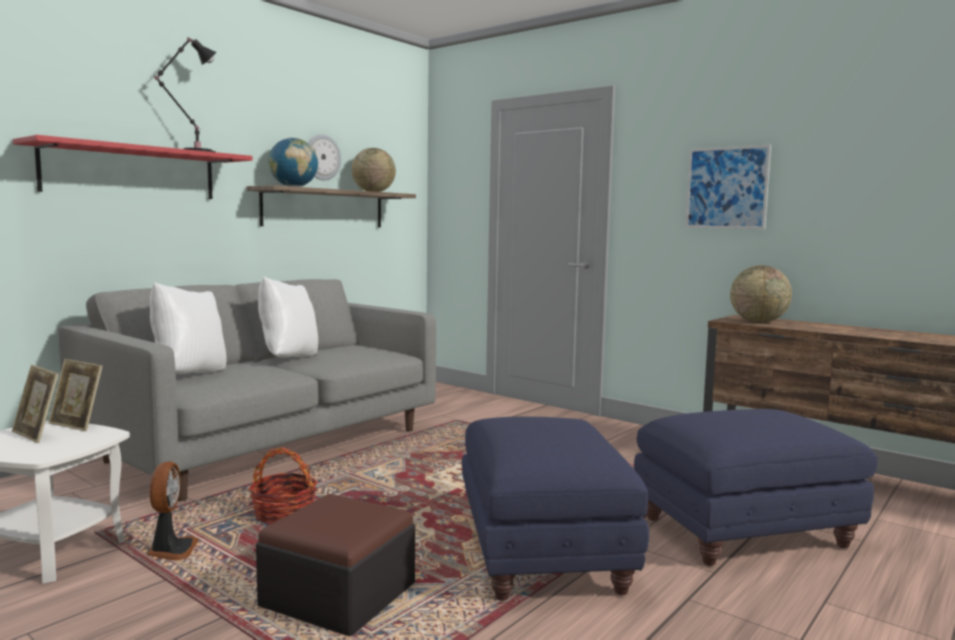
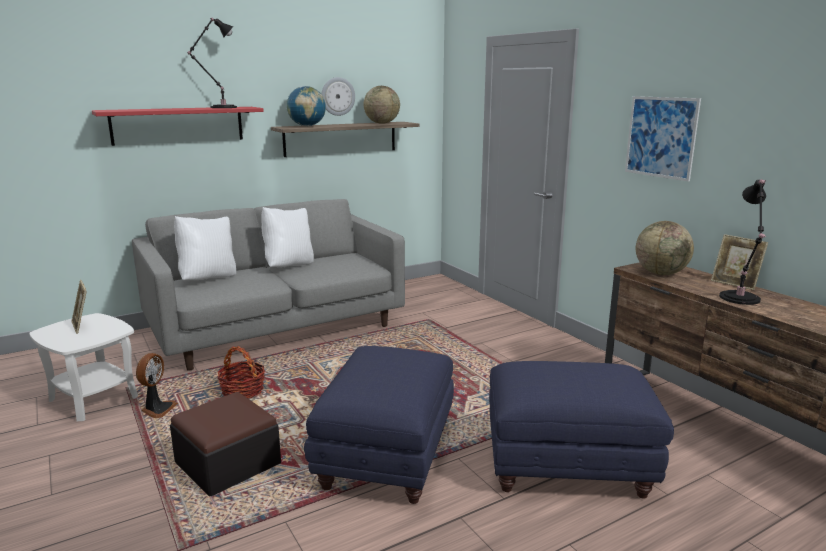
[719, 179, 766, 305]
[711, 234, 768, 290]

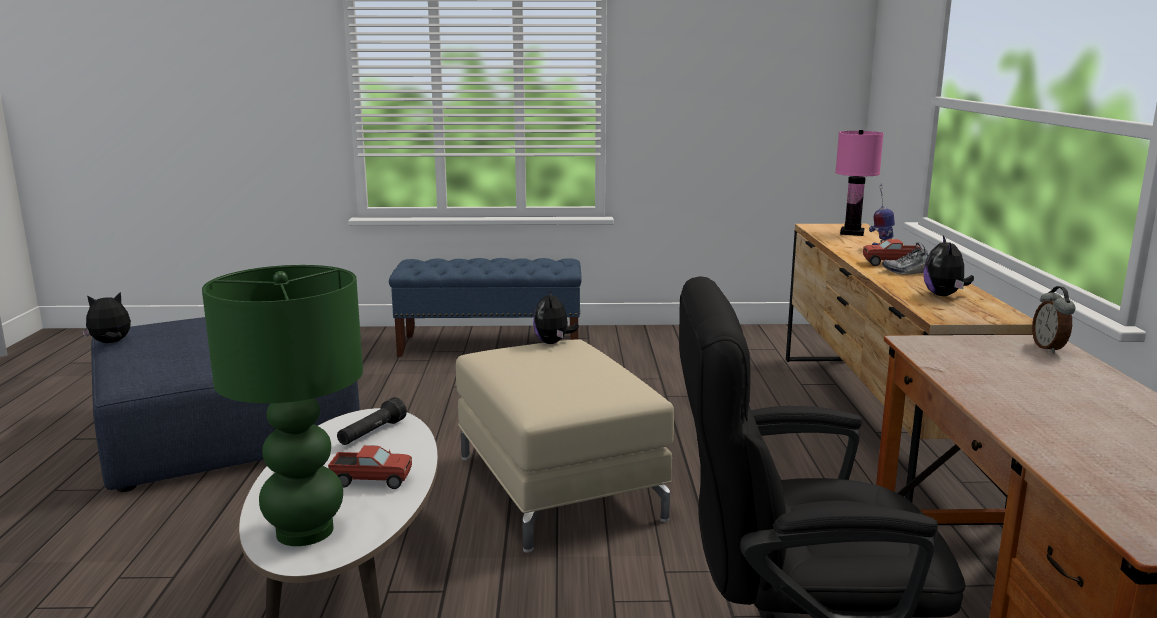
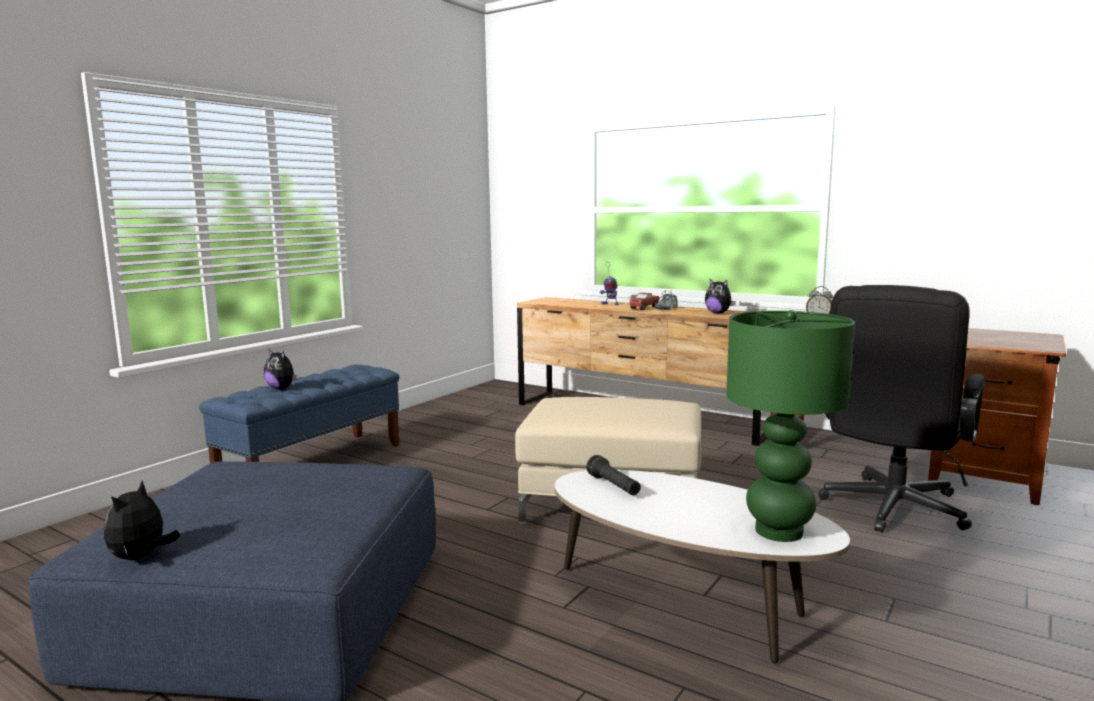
[328, 445, 412, 489] (first image)
[835, 130, 884, 236] (first image)
[264, 349, 299, 389]

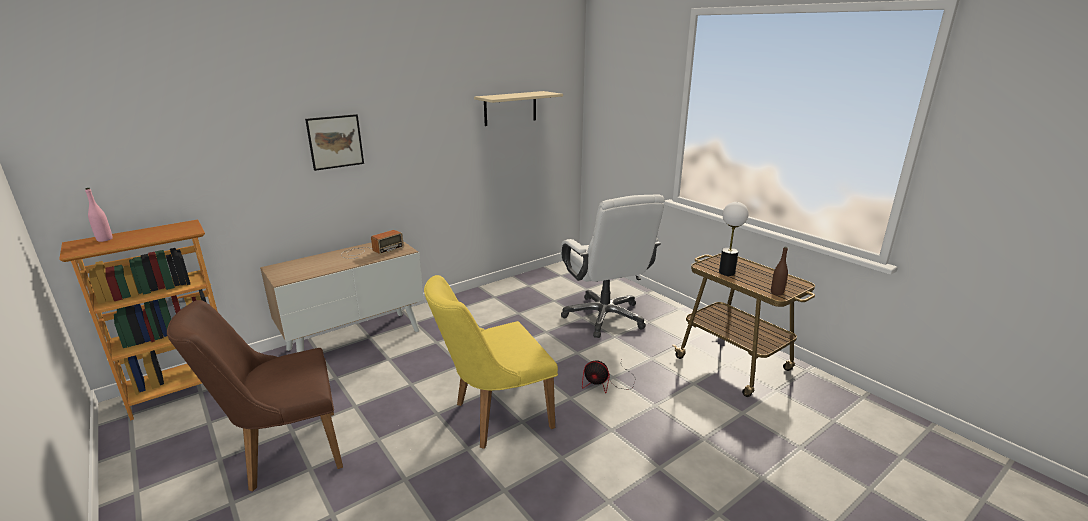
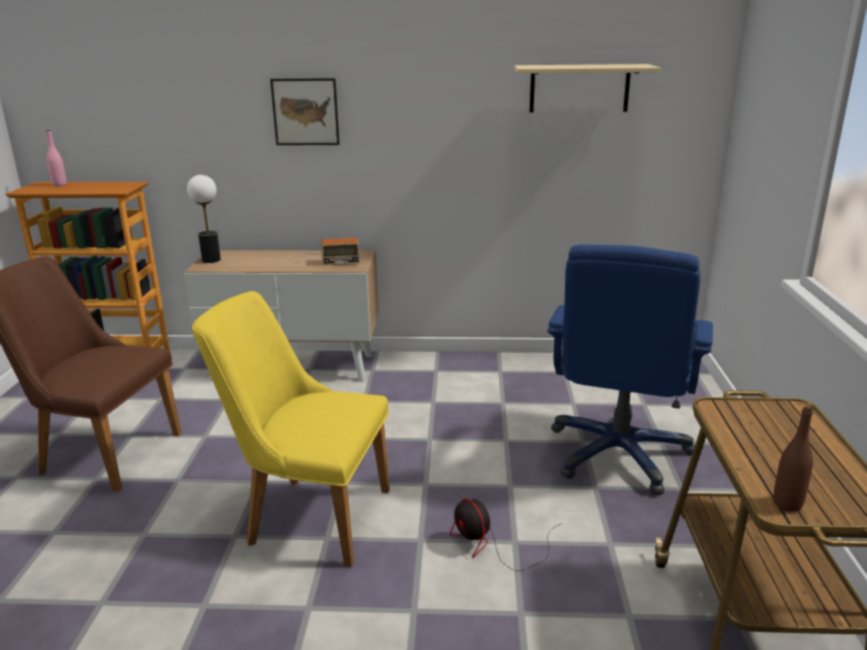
[187, 175, 221, 263]
[547, 244, 713, 495]

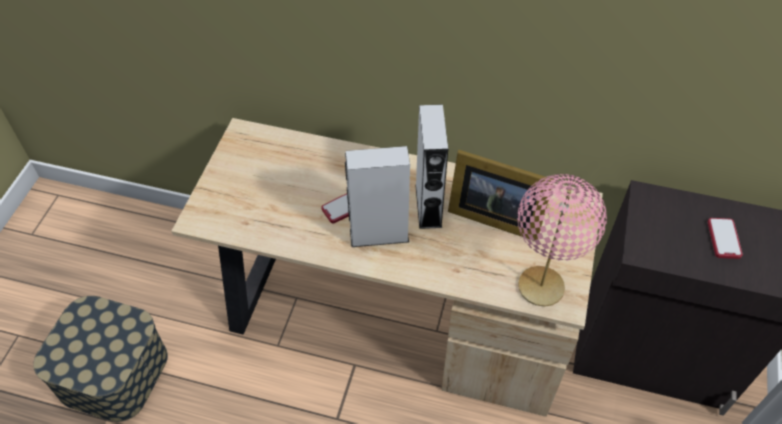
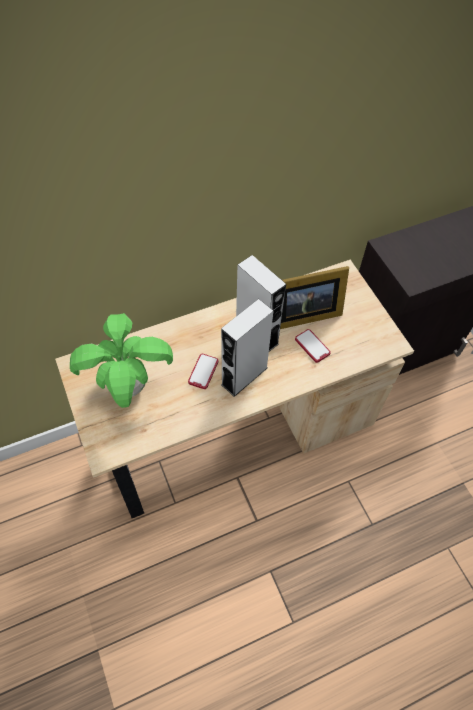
[33, 296, 168, 422] (first image)
[517, 174, 607, 307] (first image)
[70, 313, 173, 408]
[295, 329, 331, 363]

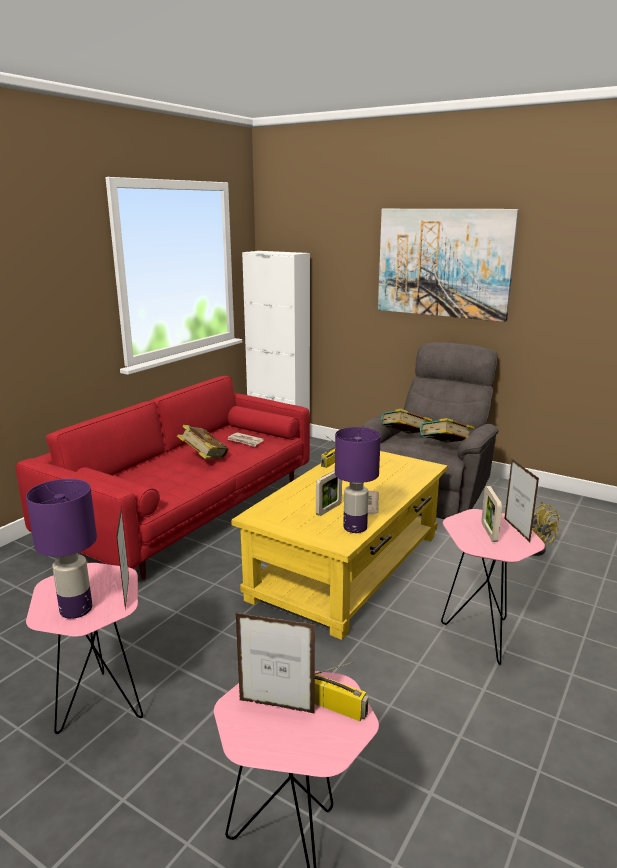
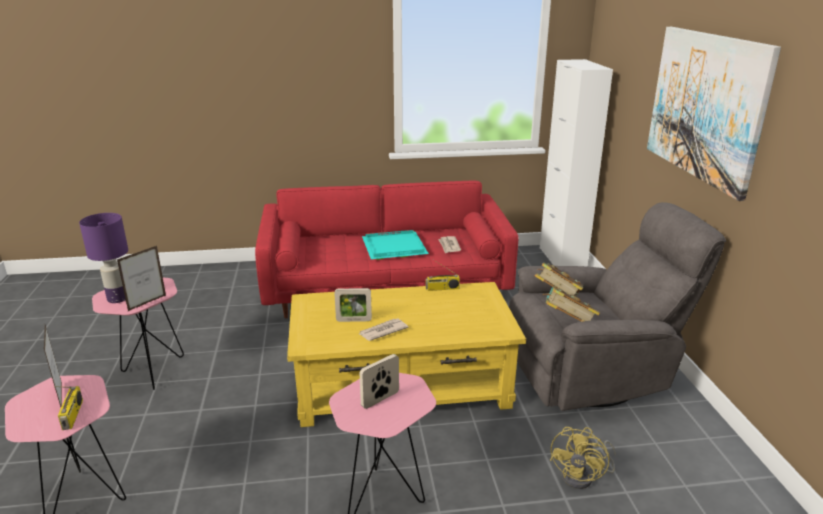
[335, 427, 381, 533] (first image)
[504, 459, 539, 542] (first image)
[362, 230, 429, 260]

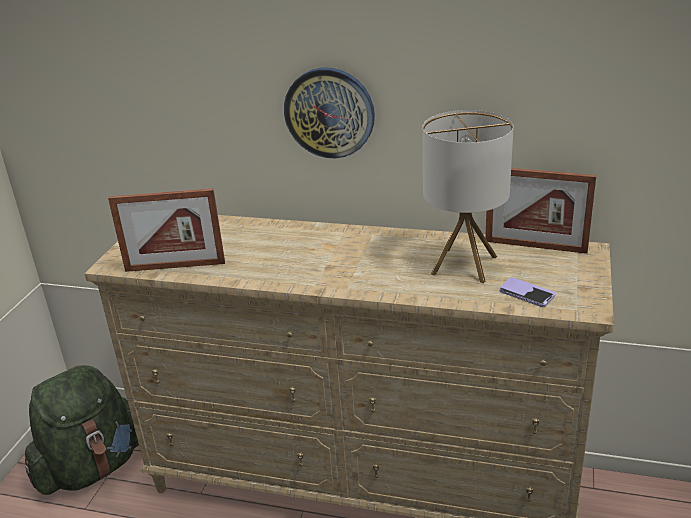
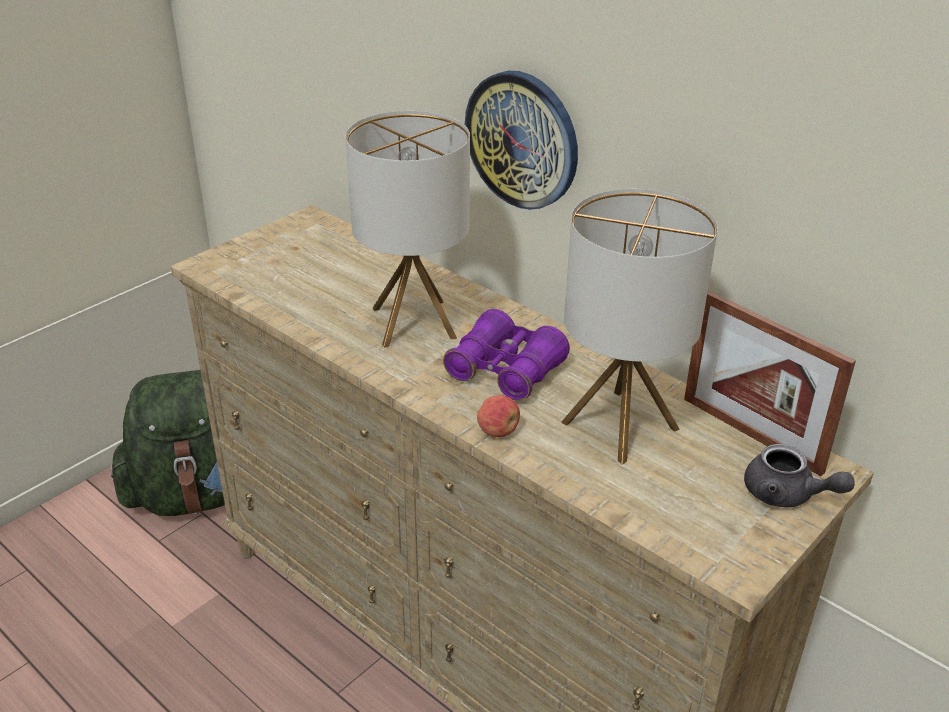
[108, 188, 225, 272] (first image)
[499, 278, 555, 307] (first image)
[346, 111, 470, 348]
[443, 309, 570, 401]
[477, 395, 520, 437]
[744, 444, 855, 508]

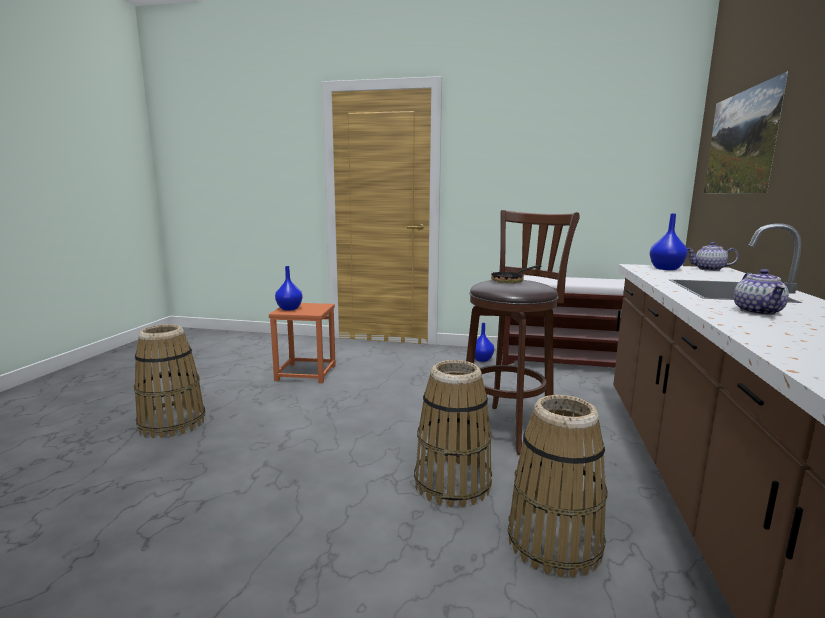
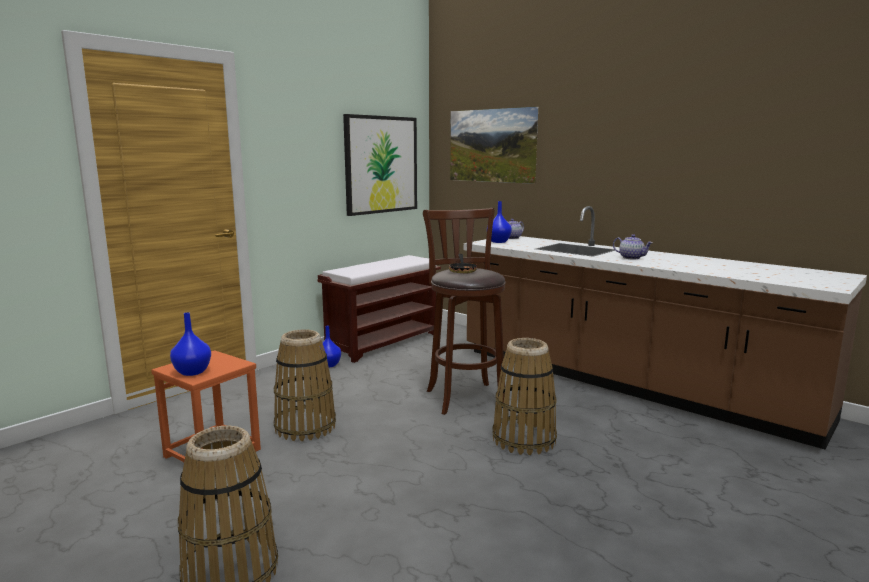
[343, 114, 417, 216]
[274, 329, 336, 441]

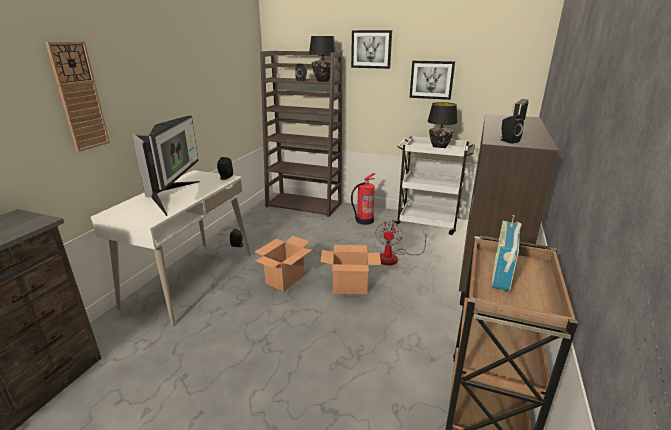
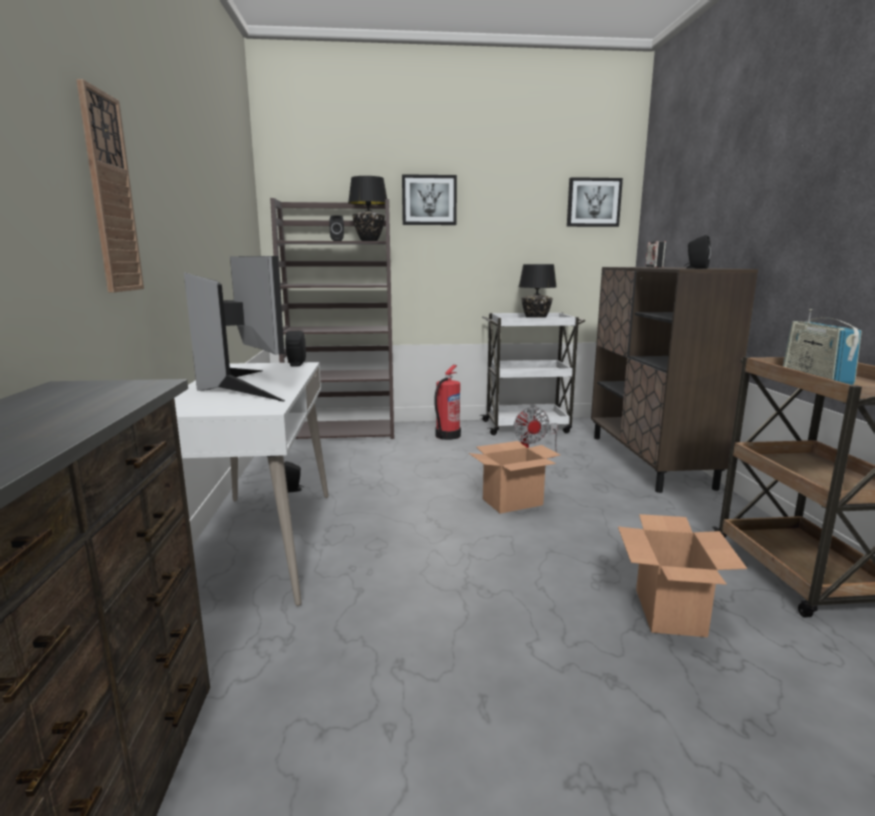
[618, 514, 747, 637]
[567, 177, 623, 227]

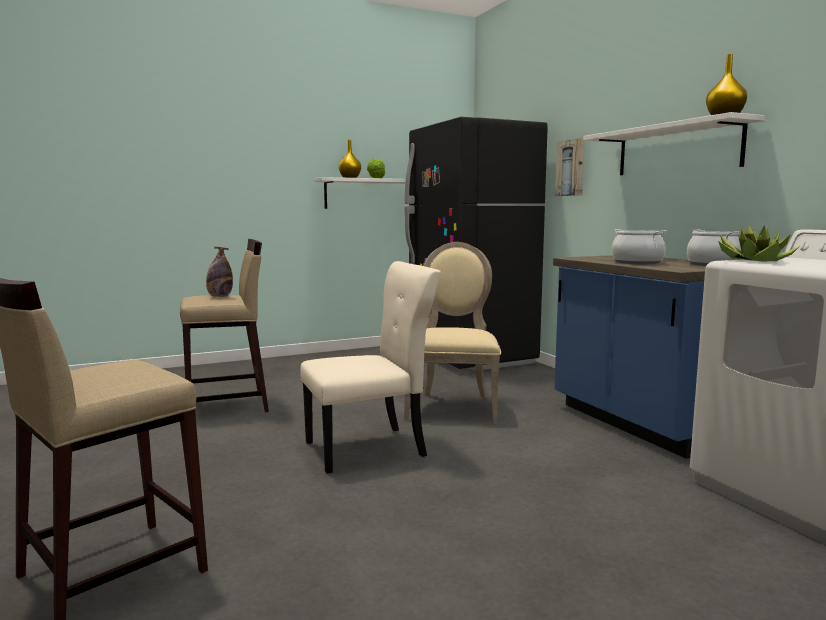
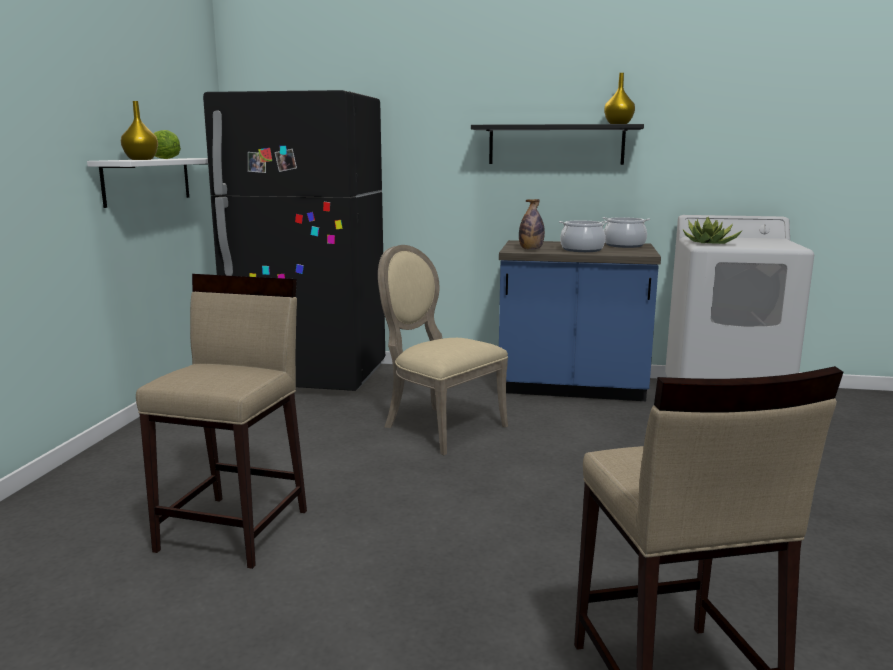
[300, 261, 441, 473] (first image)
[555, 138, 585, 196] (first image)
[519, 199, 545, 250]
[471, 124, 644, 165]

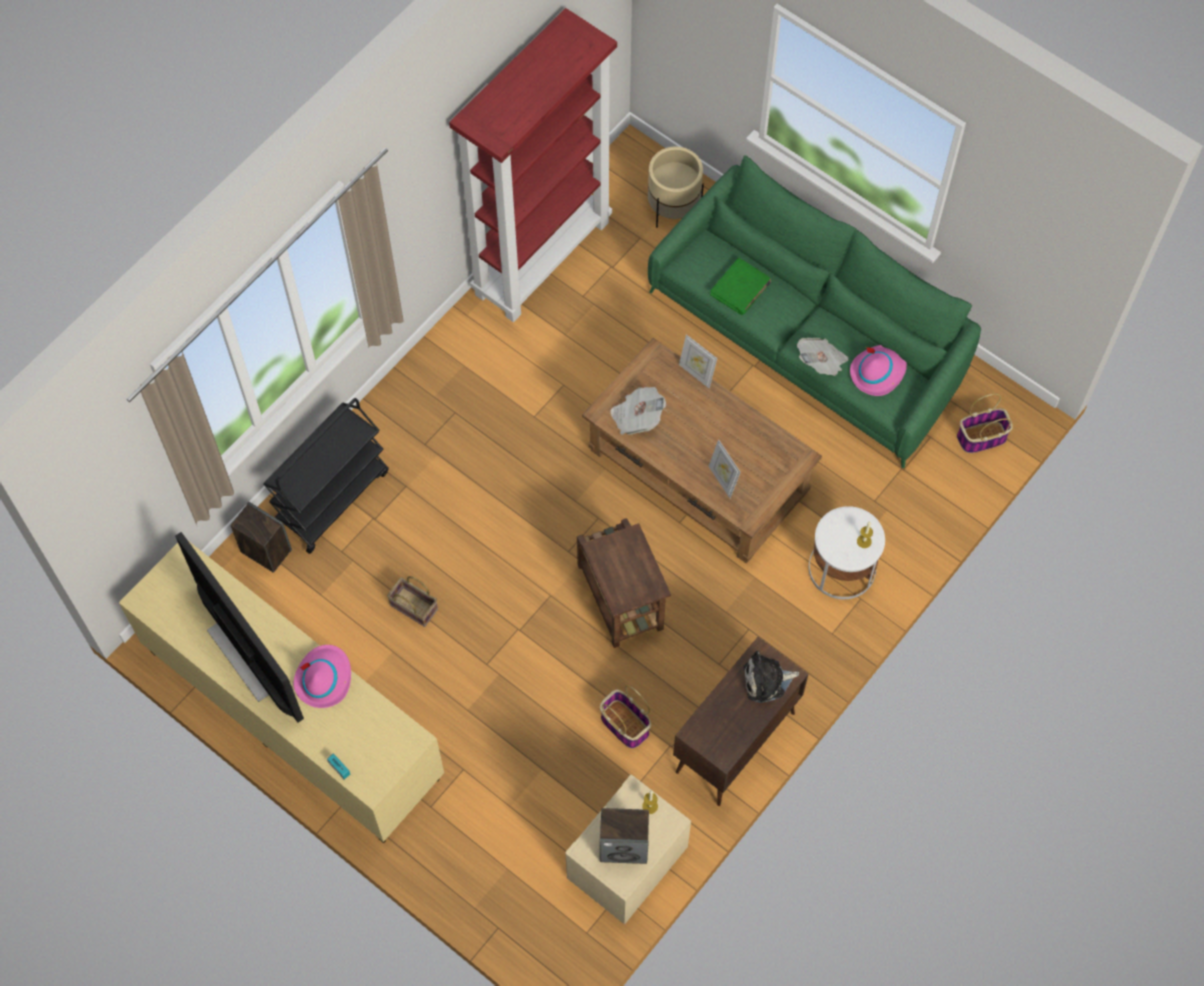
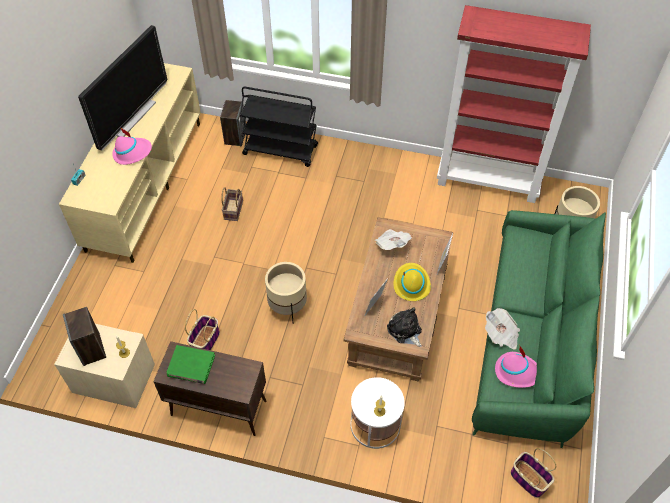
[394, 263, 431, 301]
[167, 345, 215, 384]
[387, 307, 422, 347]
[265, 262, 307, 324]

